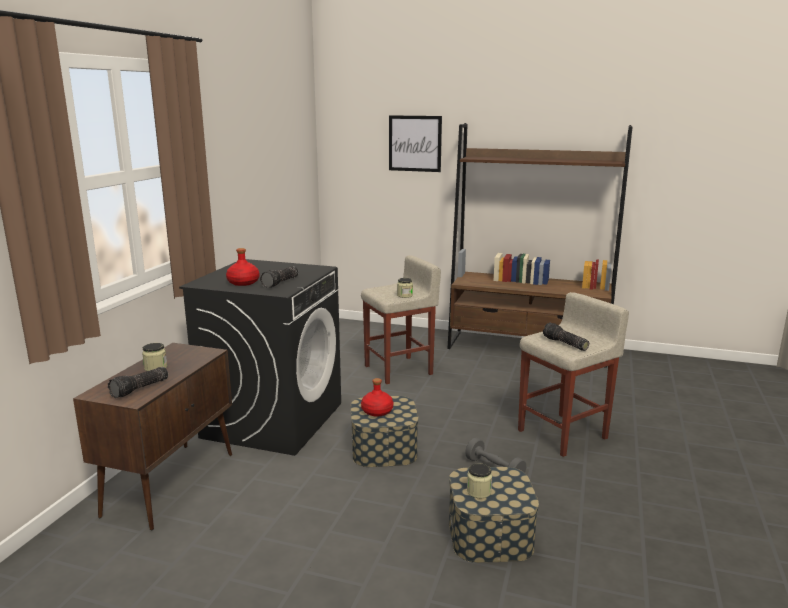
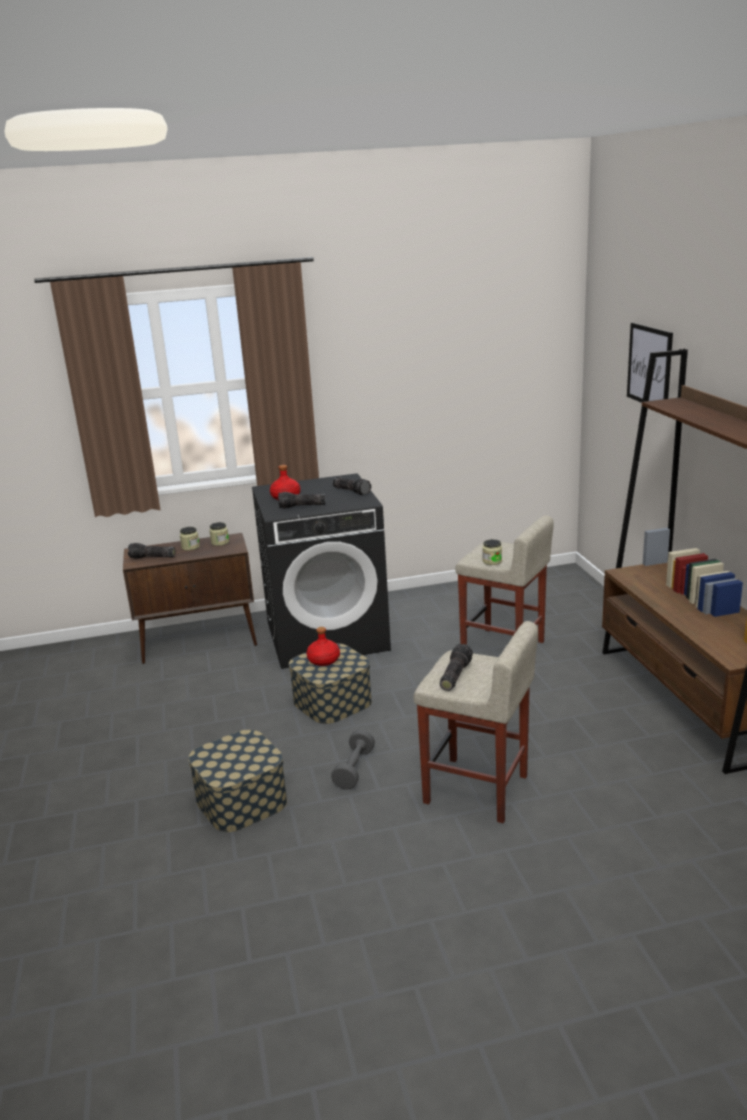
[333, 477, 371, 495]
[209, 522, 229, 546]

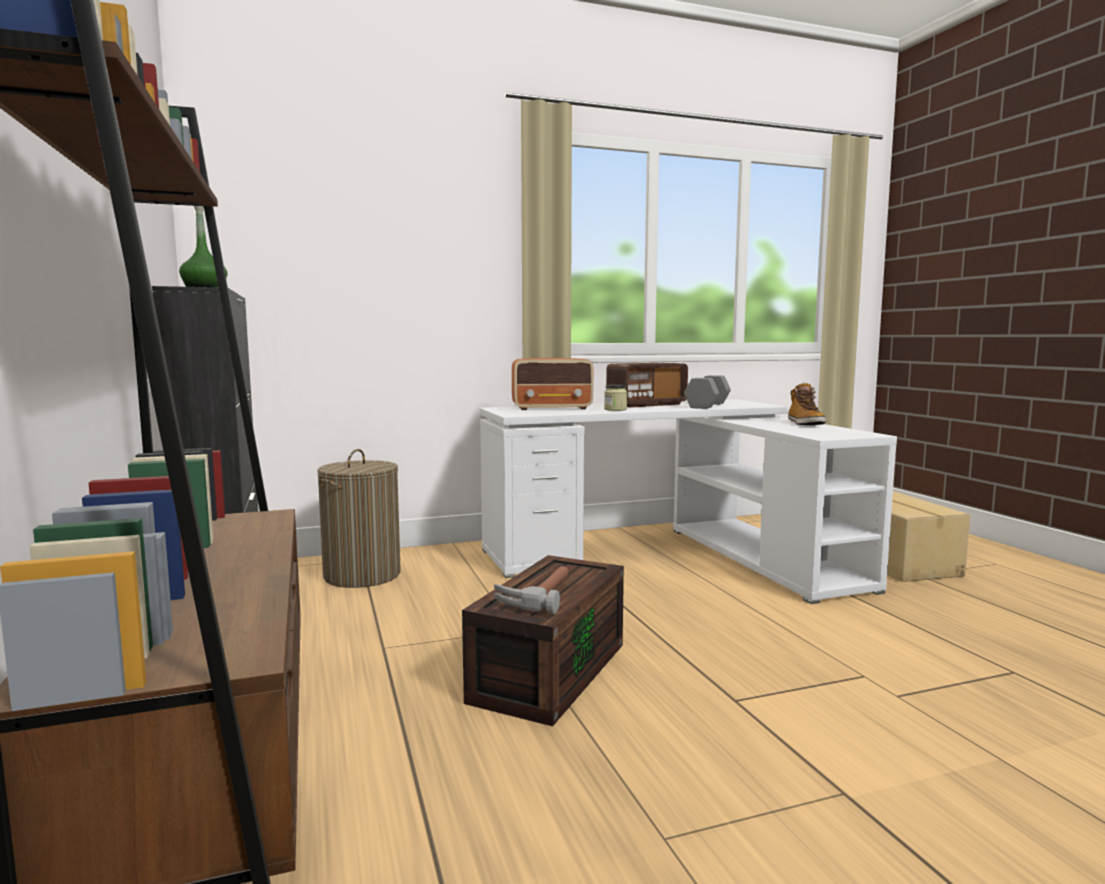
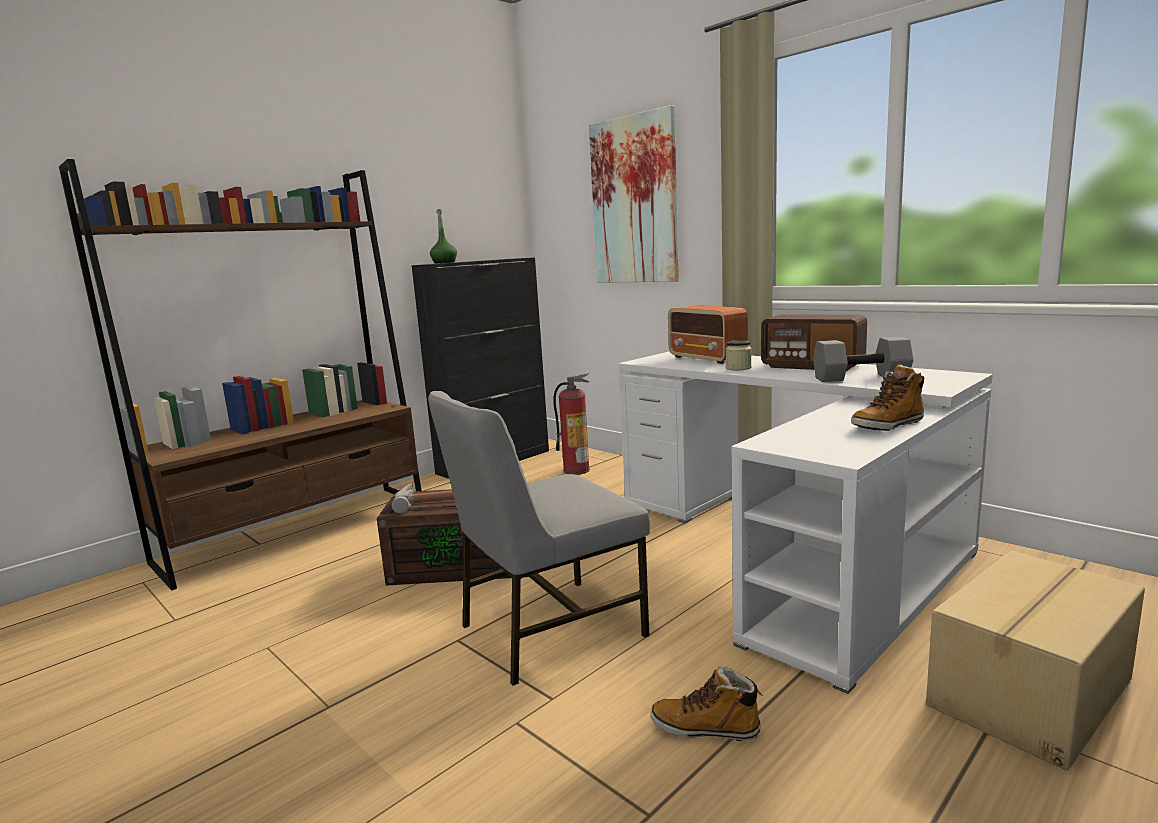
[428, 391, 650, 686]
[589, 105, 679, 283]
[650, 667, 763, 741]
[553, 373, 590, 475]

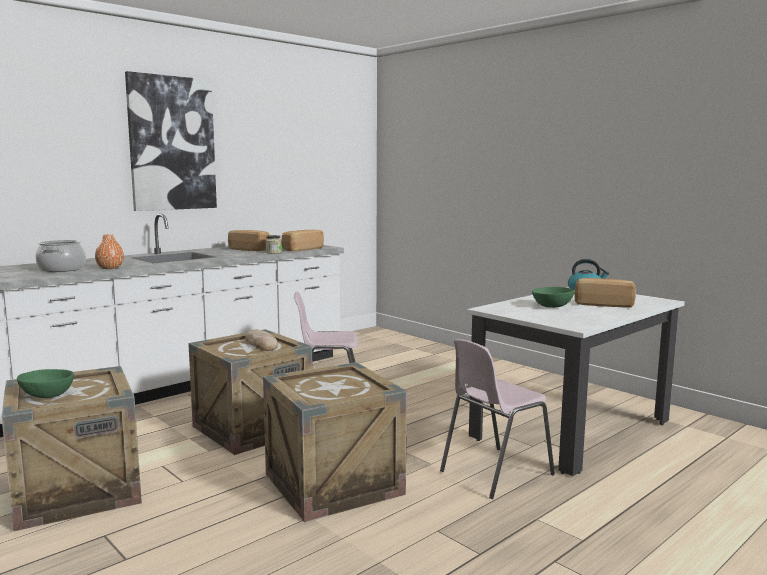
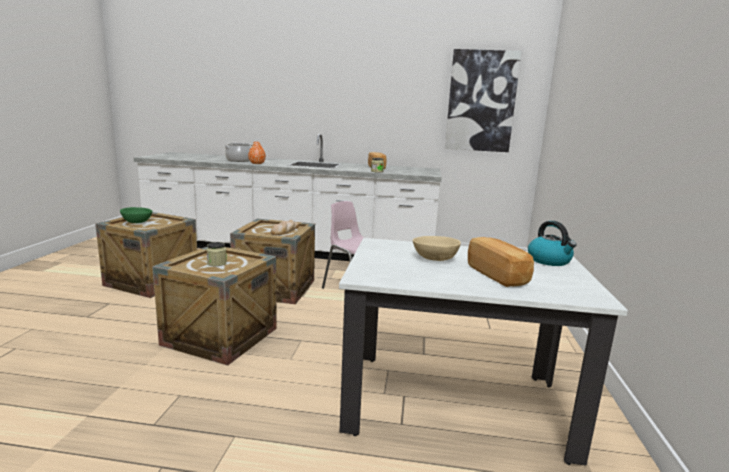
[282, 230, 324, 252] (first image)
[440, 339, 555, 499] (first image)
[207, 242, 227, 266]
[445, 49, 522, 152]
[413, 236, 461, 261]

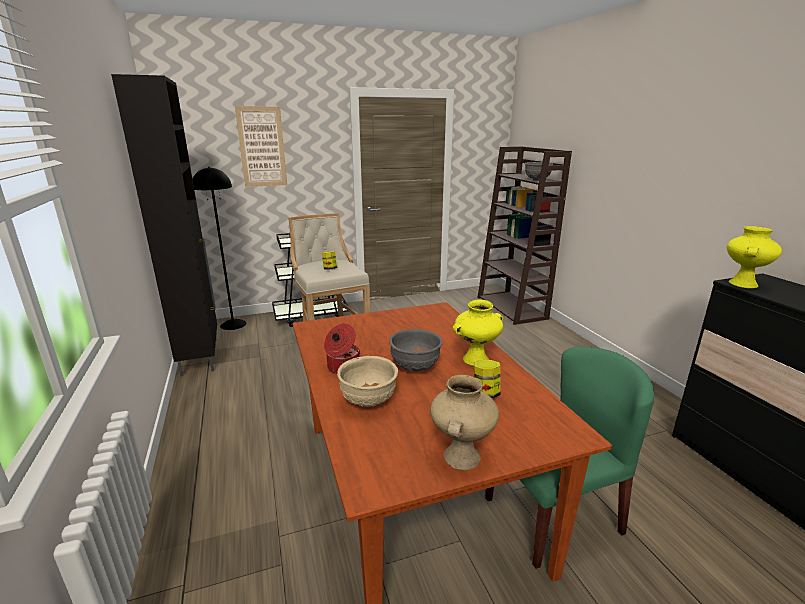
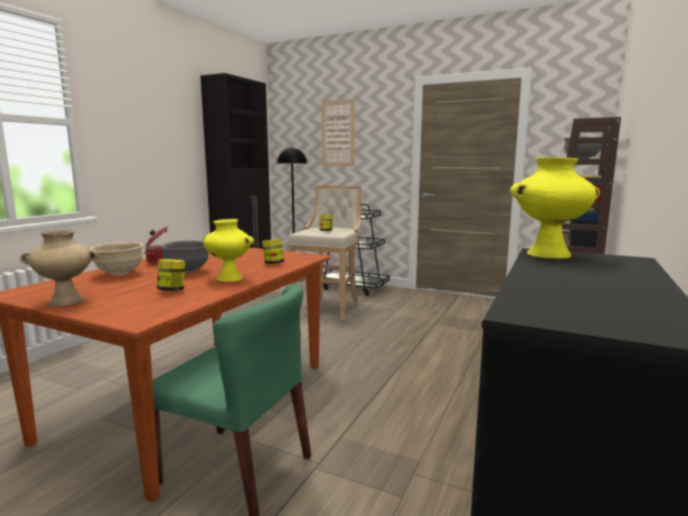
[262, 239, 284, 264]

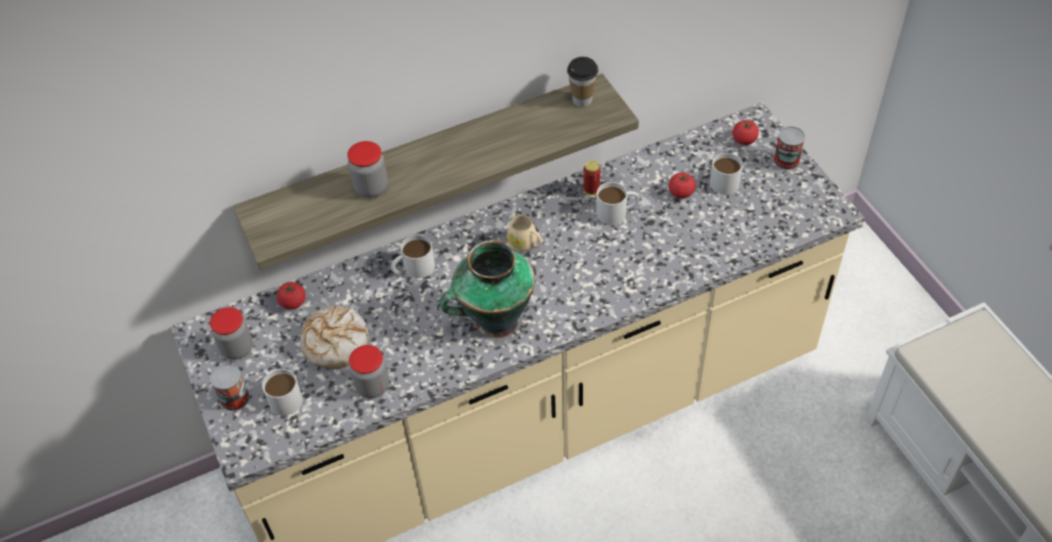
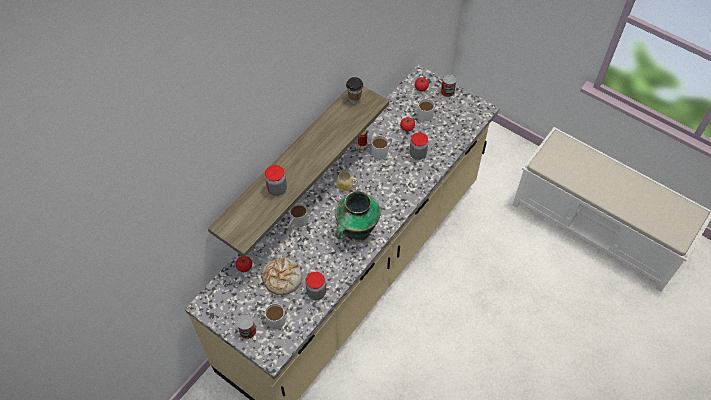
[409, 133, 428, 160]

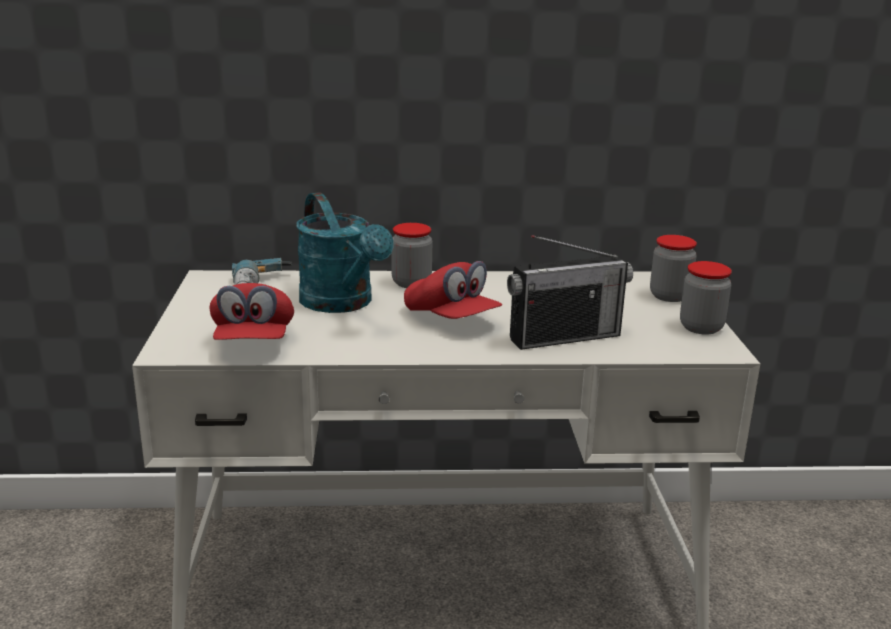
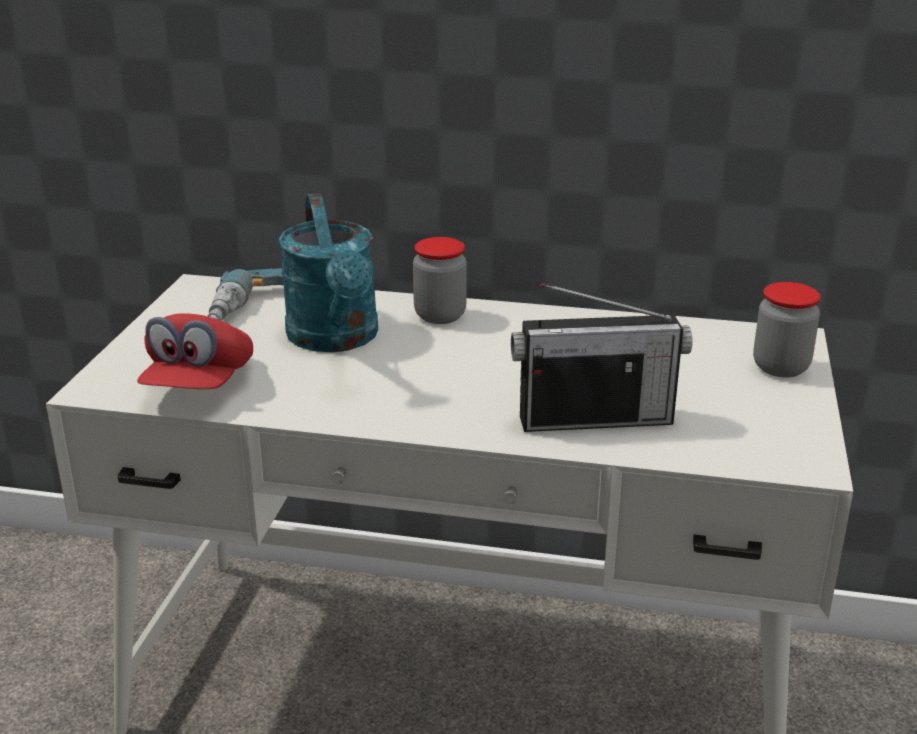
[404, 261, 502, 319] (first image)
[680, 261, 732, 335] (first image)

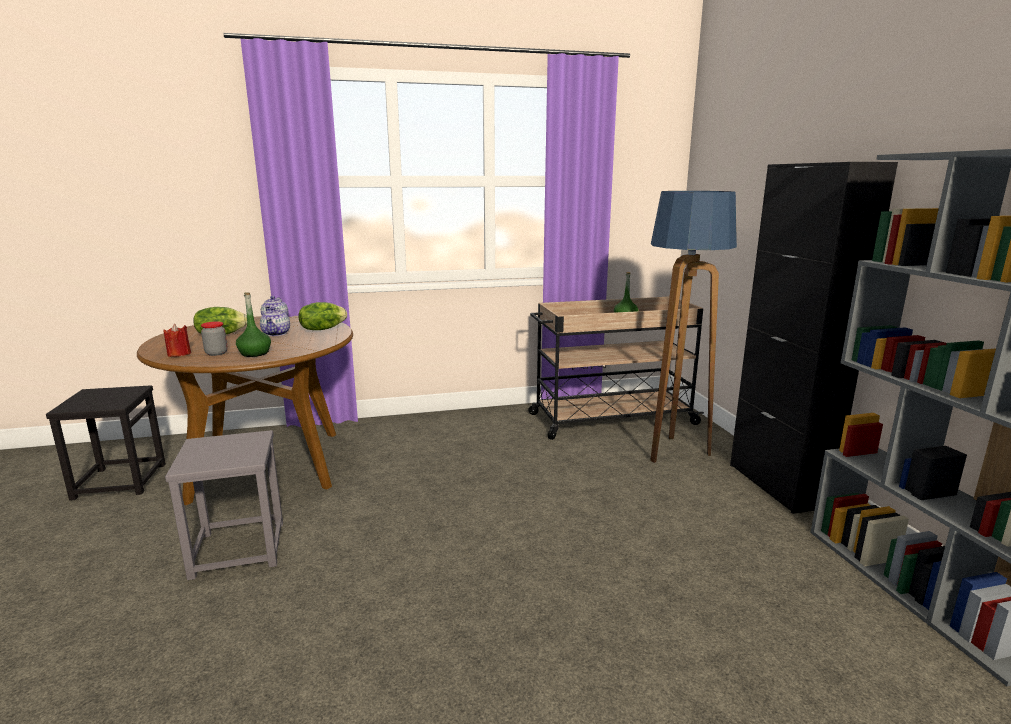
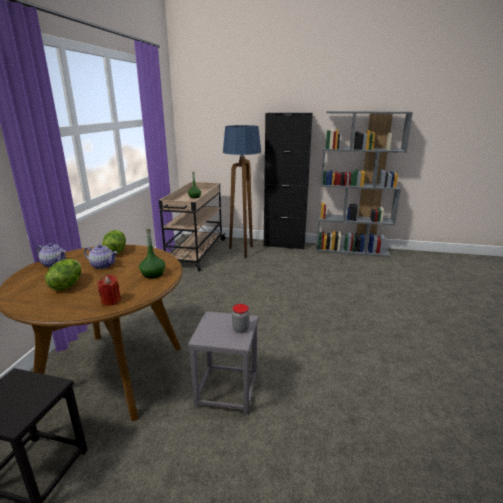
[232, 304, 249, 333]

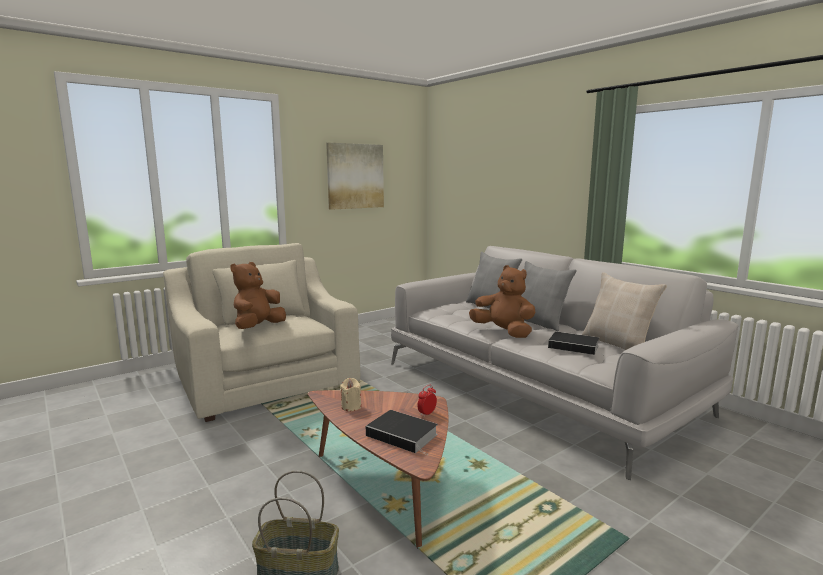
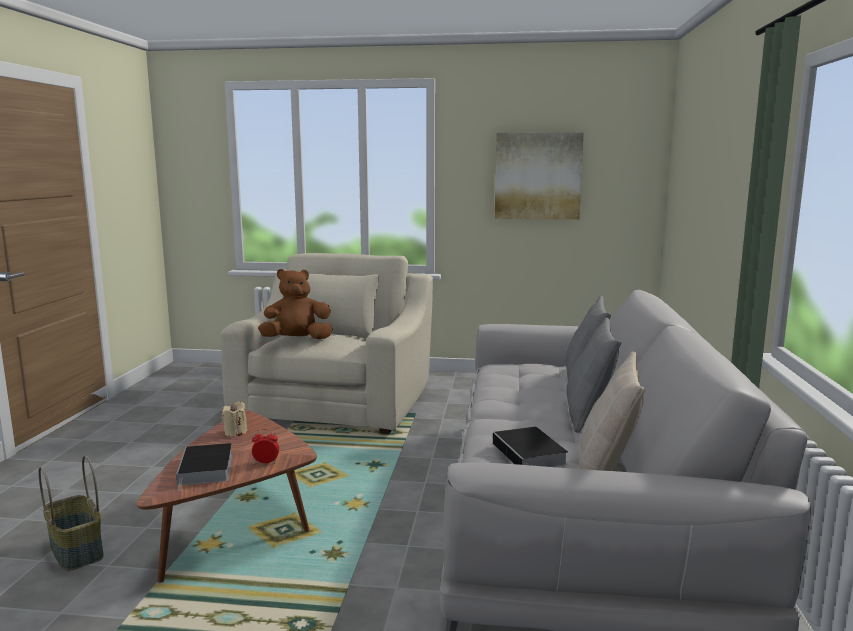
[469, 265, 536, 338] (first image)

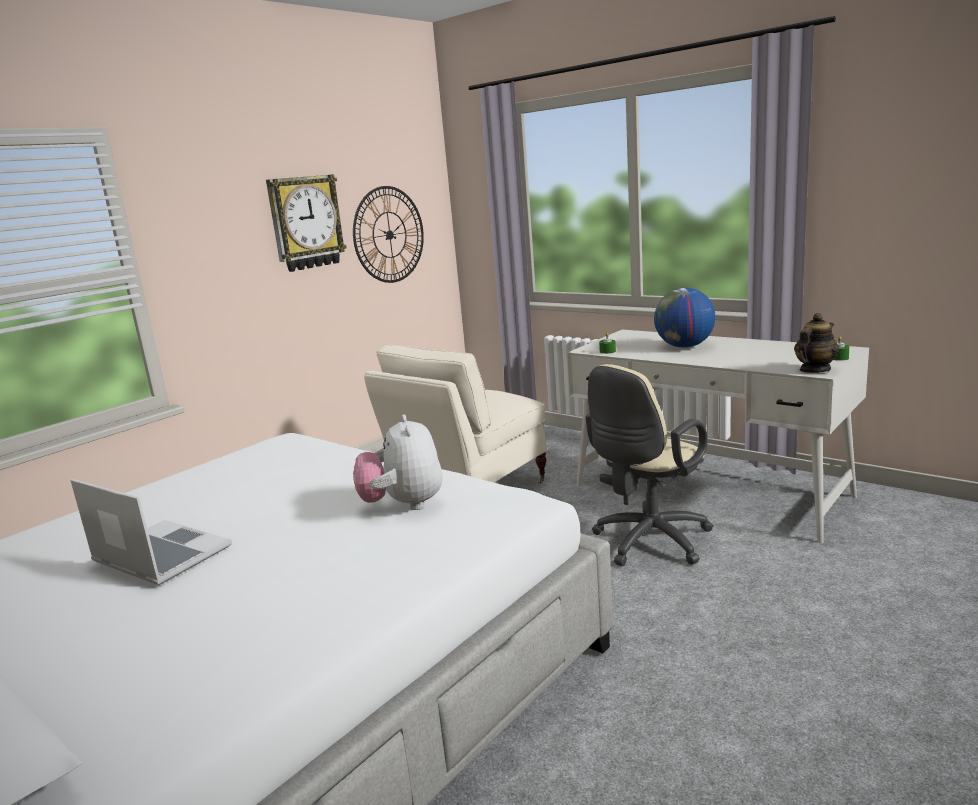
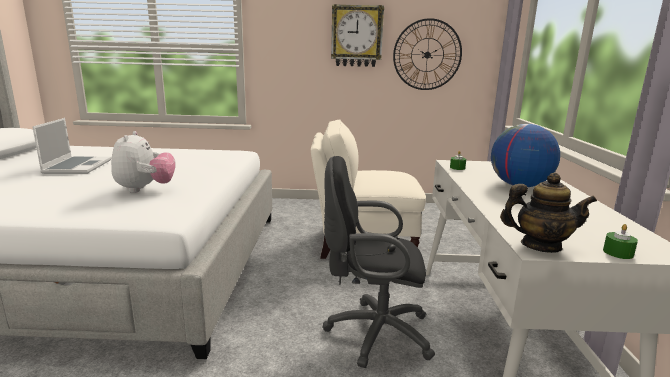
[323, 156, 435, 368]
[111, 131, 175, 193]

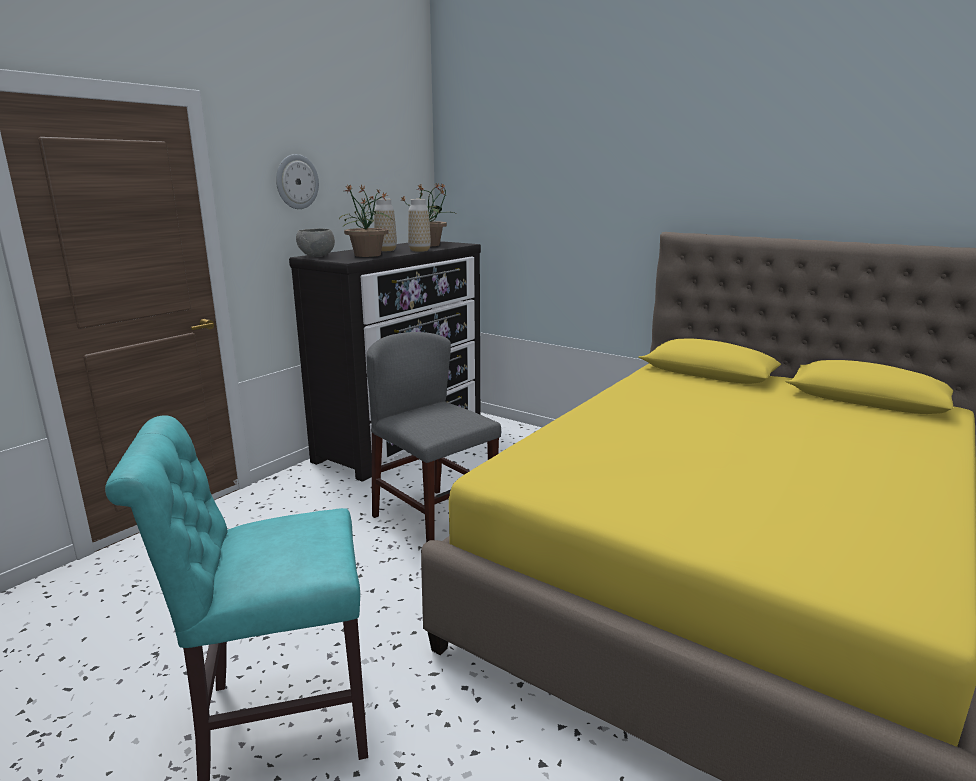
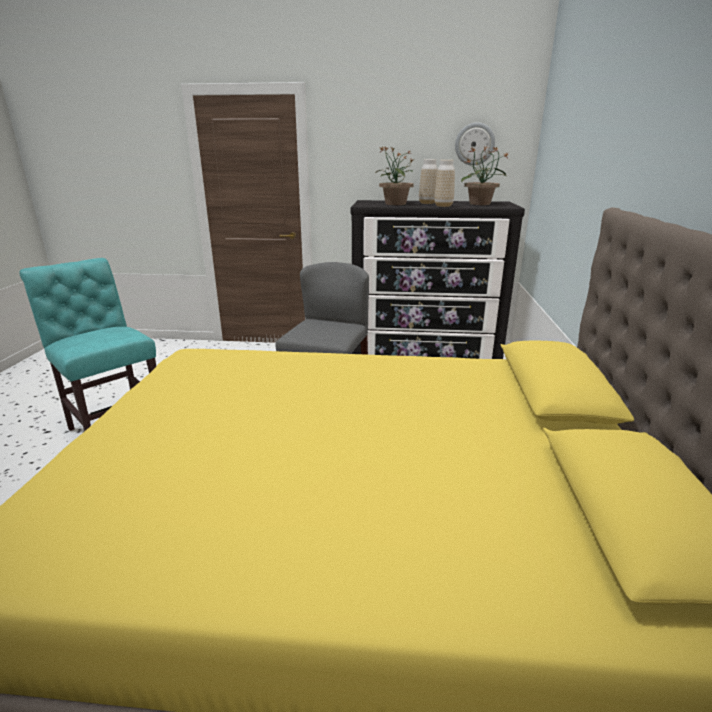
[296, 229, 335, 257] (first image)
[455, 122, 495, 166]

